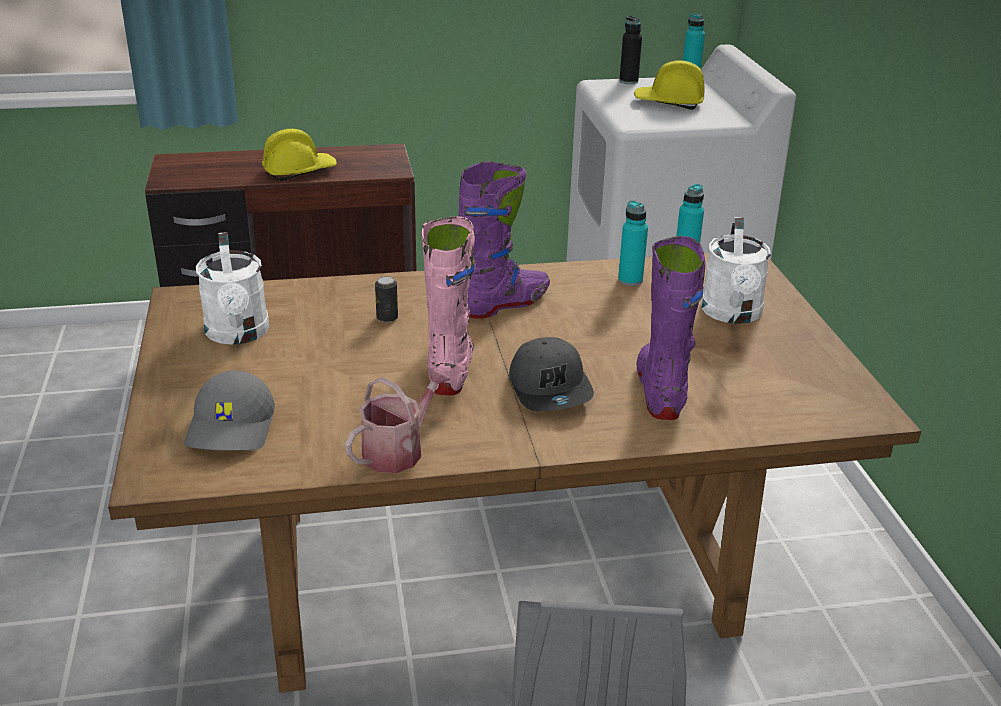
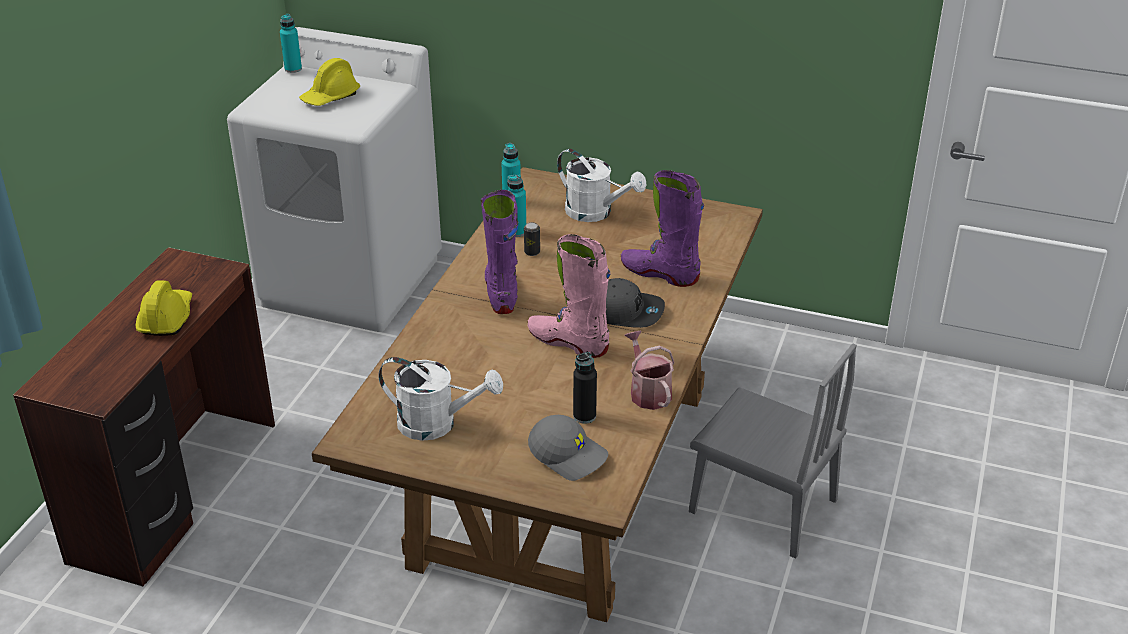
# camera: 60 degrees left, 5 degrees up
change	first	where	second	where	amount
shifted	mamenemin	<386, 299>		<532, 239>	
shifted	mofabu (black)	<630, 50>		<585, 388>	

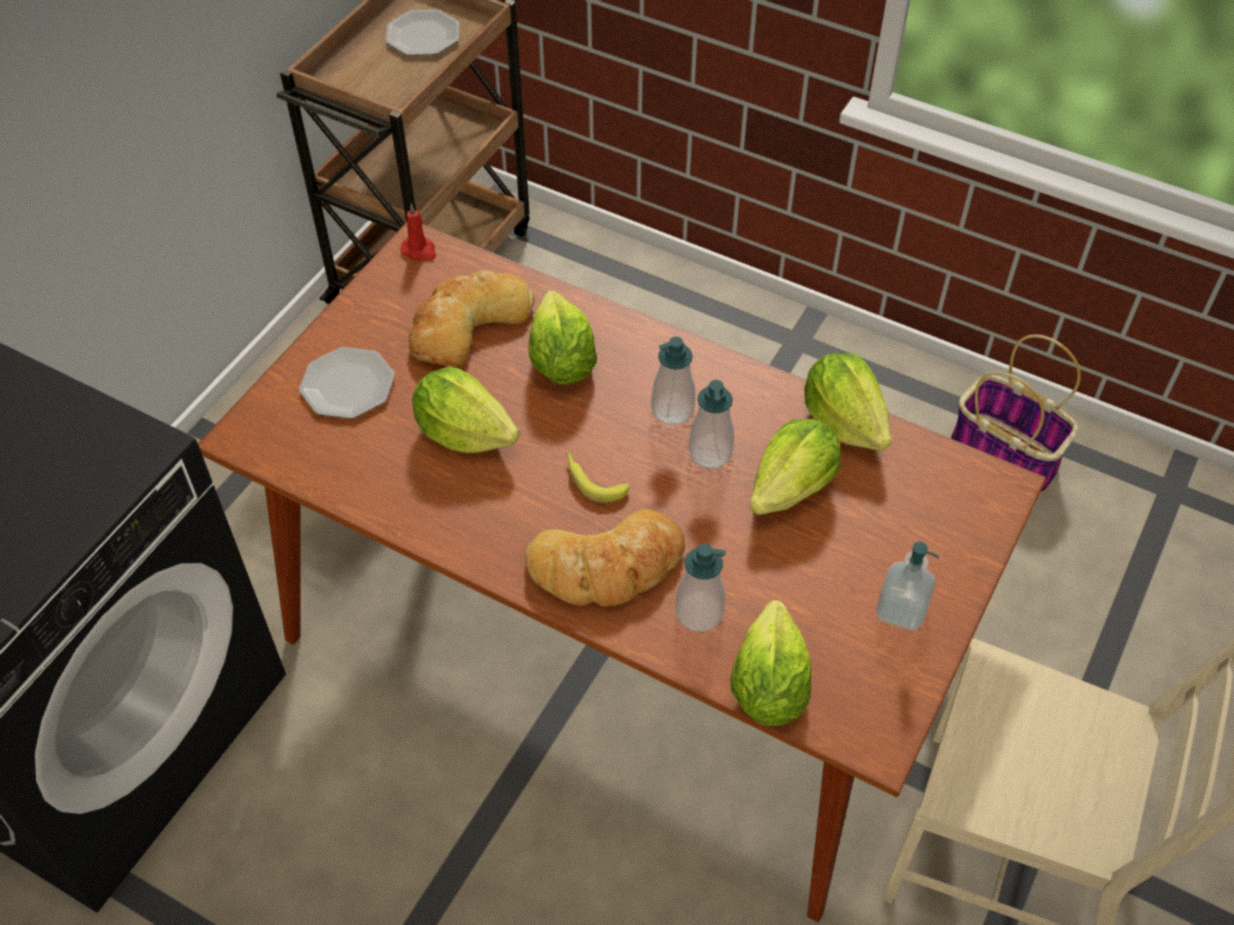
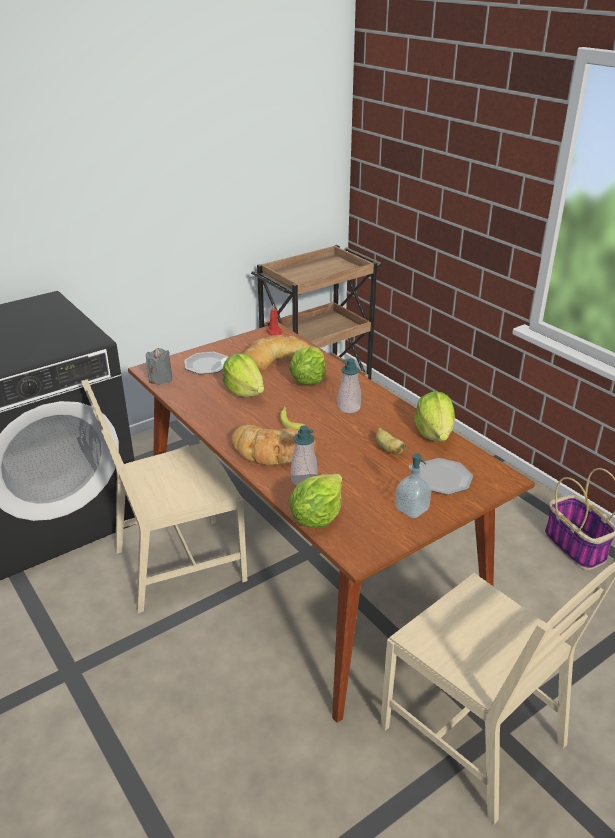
# camera: 25 degrees right, 20 degrees down
change	first	where	second	where	amount
gone	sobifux	<711, 424>			
new			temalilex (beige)	<164, 496>	
new			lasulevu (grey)	<159, 366>	
shifted	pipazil	<423, 33>		<446, 476>	
swapped	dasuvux	<795, 467>	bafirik	<391, 441>	

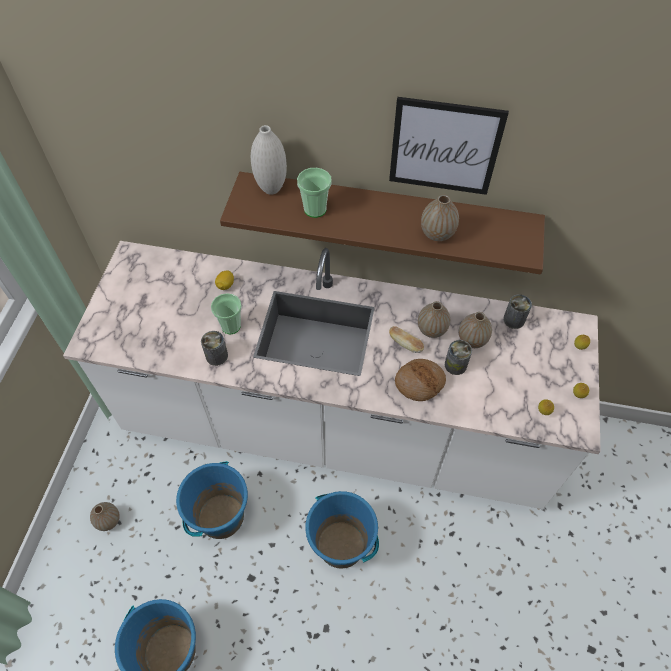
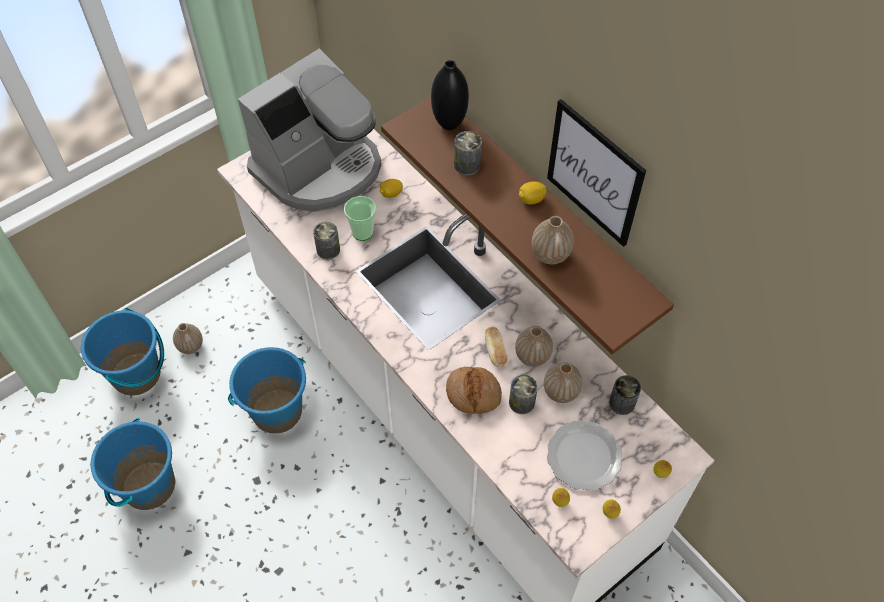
# camera: 40 degrees right, 0 degrees up
change	first	where	second	where	amount
new			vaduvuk	<310, 130>	
new			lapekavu	<533, 192>	
new			pipazil	<584, 456>	
shifted	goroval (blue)	<342, 530>		<122, 352>	
swapped	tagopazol	<314, 193>	mamenemin	<468, 153>	
repainted	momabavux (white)	<269, 160>	momabavux (black)	<450, 95>	

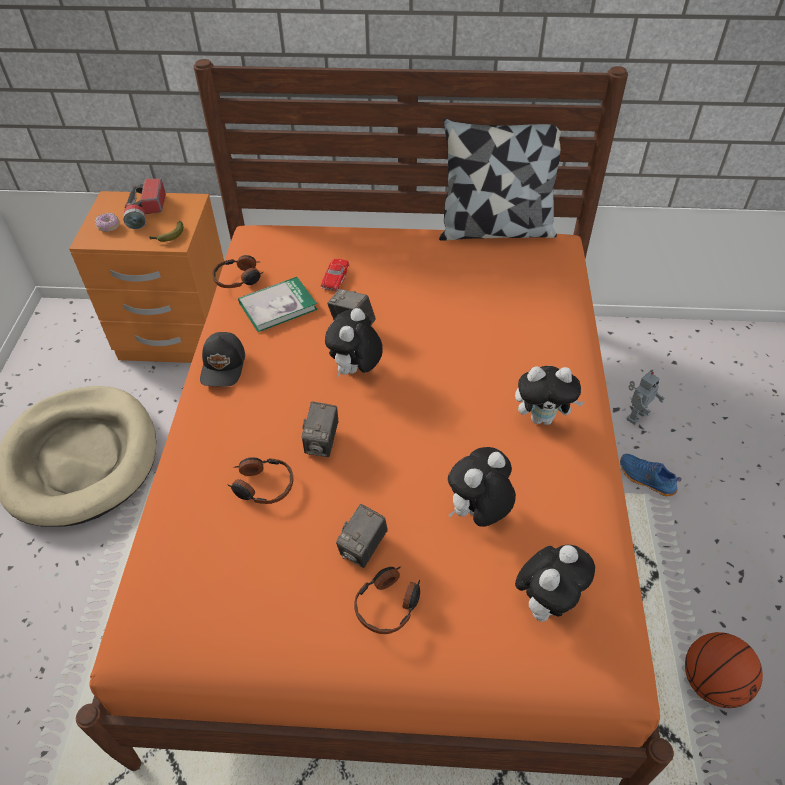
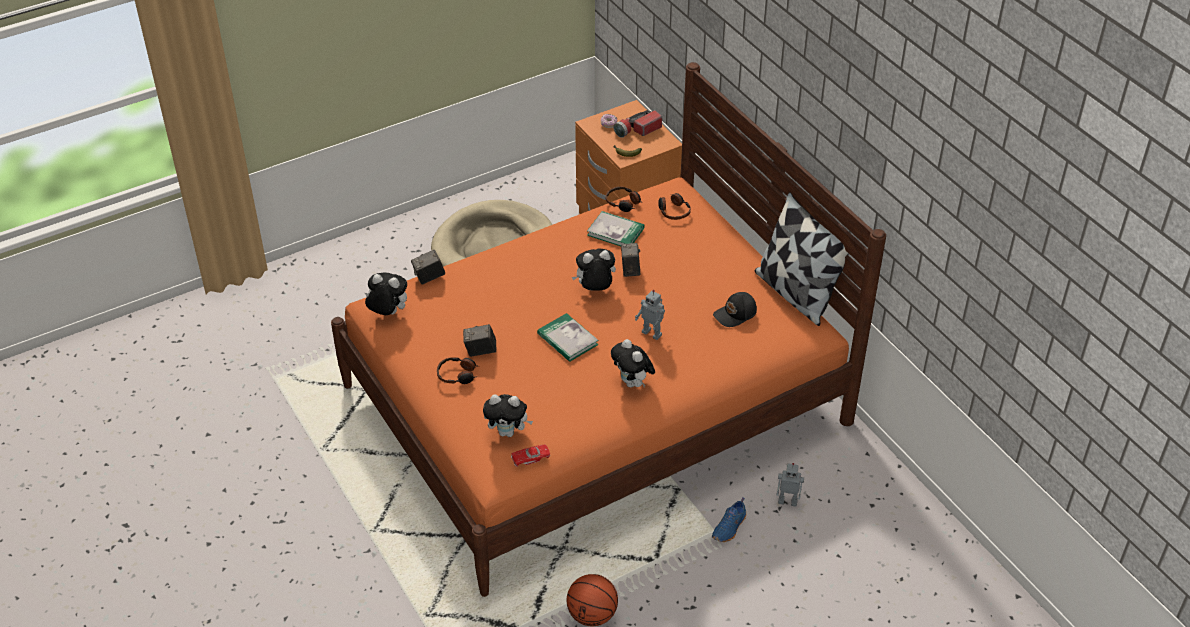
# camera: 55 degrees right, 5 degrees down
change	first	where	second	where	amount
new			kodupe	<568, 337>	
new			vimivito	<650, 315>	
shifted	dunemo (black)	<222, 359>		<735, 309>	
shifted	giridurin	<260, 480>		<674, 206>	
shifted	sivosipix	<320, 429>		<428, 267>	
shifted	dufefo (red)	<335, 275>		<530, 455>	
shifted	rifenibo	<482, 487>		<386, 294>	
rotated	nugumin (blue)	<651, 475>		<729, 519>	150 degrees counterclockwise

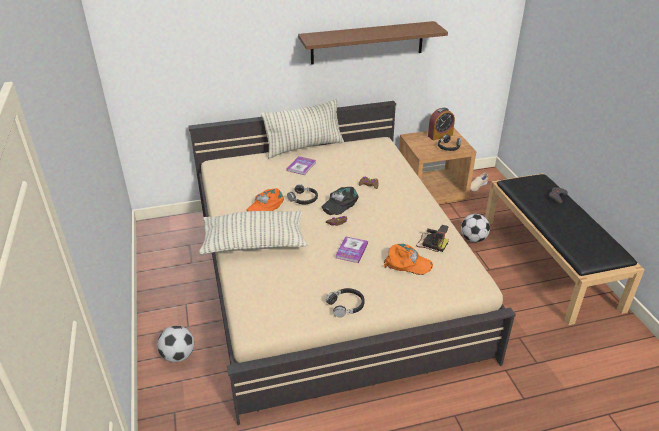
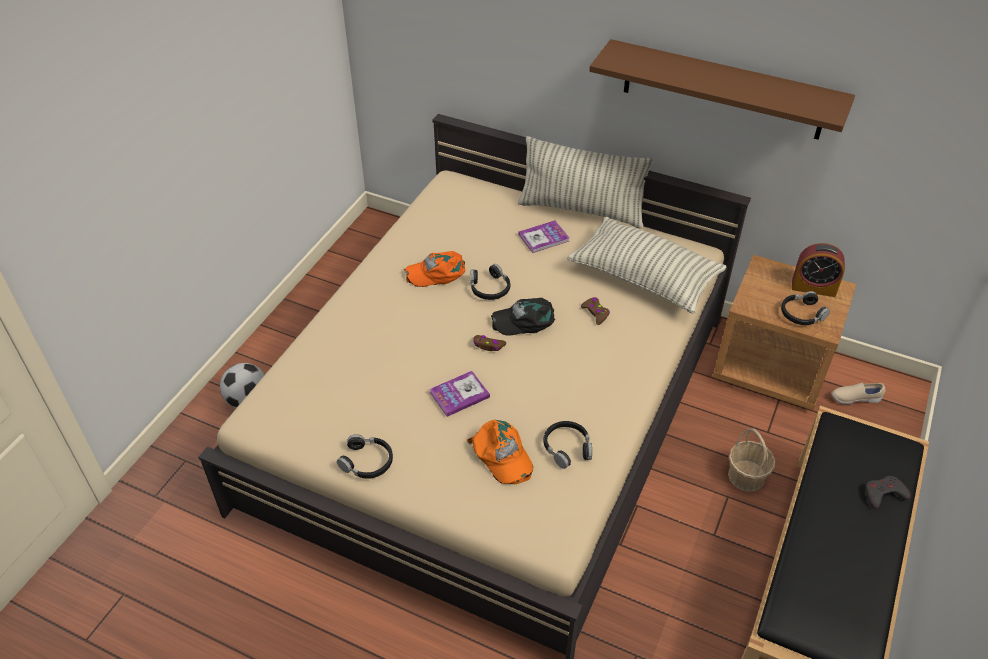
# camera: 40 degrees right, 10 degrees up
change	first	where	second	where	amount
shifted	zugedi	<253, 232>		<647, 265>	
swapped	sivosipix	<432, 238>	giridurin (black)	<567, 445>	
swapped	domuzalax	<475, 228>	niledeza	<752, 460>	

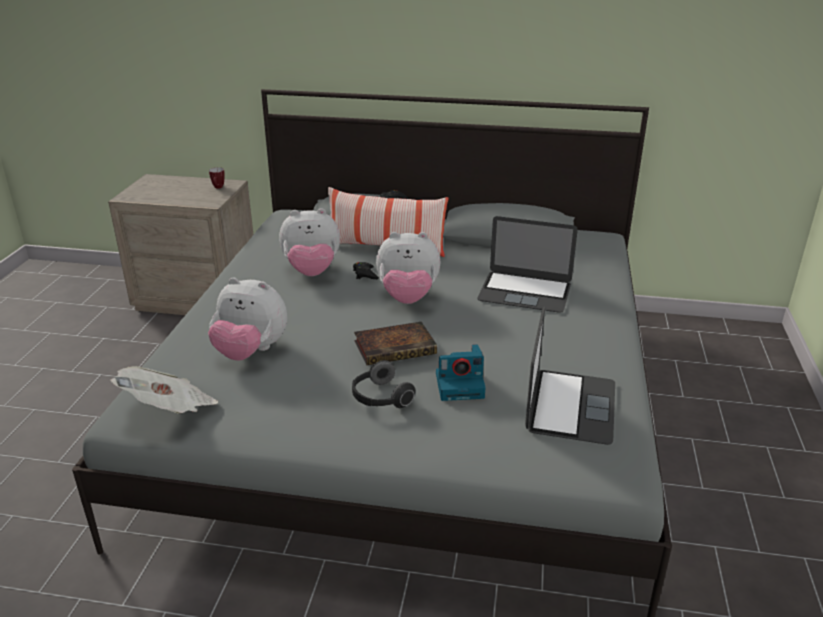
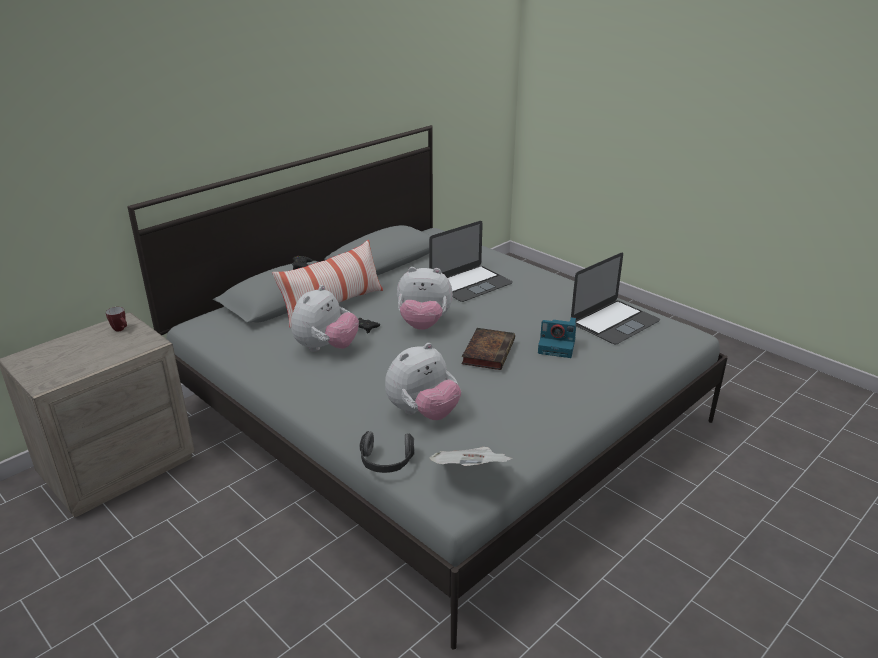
# camera: 55 degrees left, 0 degrees up
change	first	where	second	where	amount
shifted	giridurin	<383, 384>		<387, 452>	
rotated	rifenibo	<408, 268>		<425, 298>	60 degrees clockwise
rotated	sivosipix	<461, 372>		<557, 337>	75 degrees clockwise
rotated	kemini	<570, 376>		<615, 298>	90 degrees clockwise

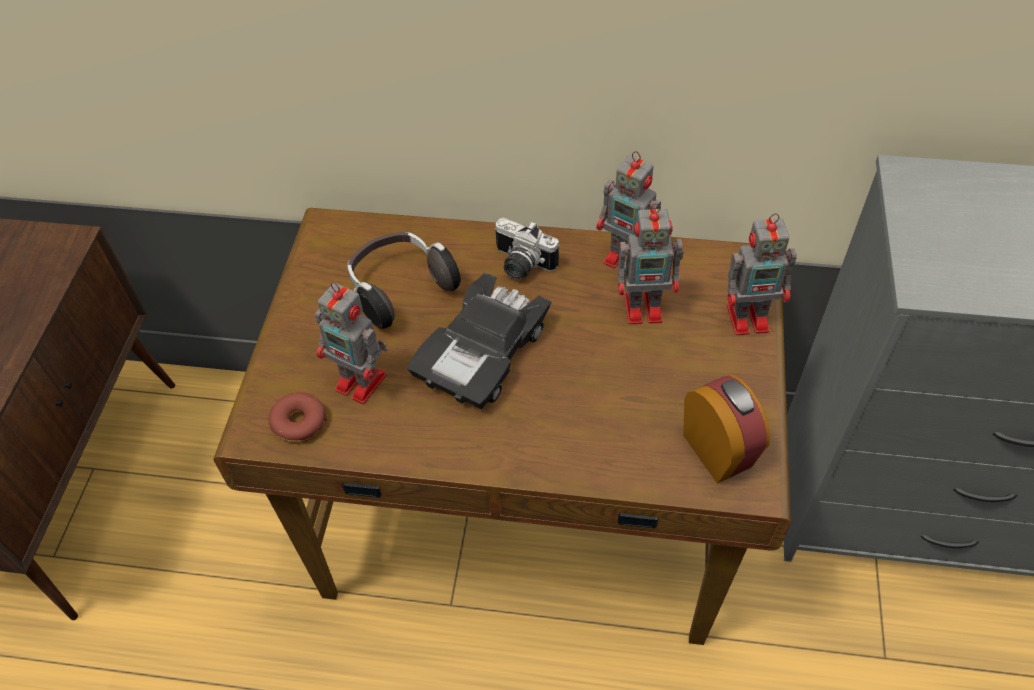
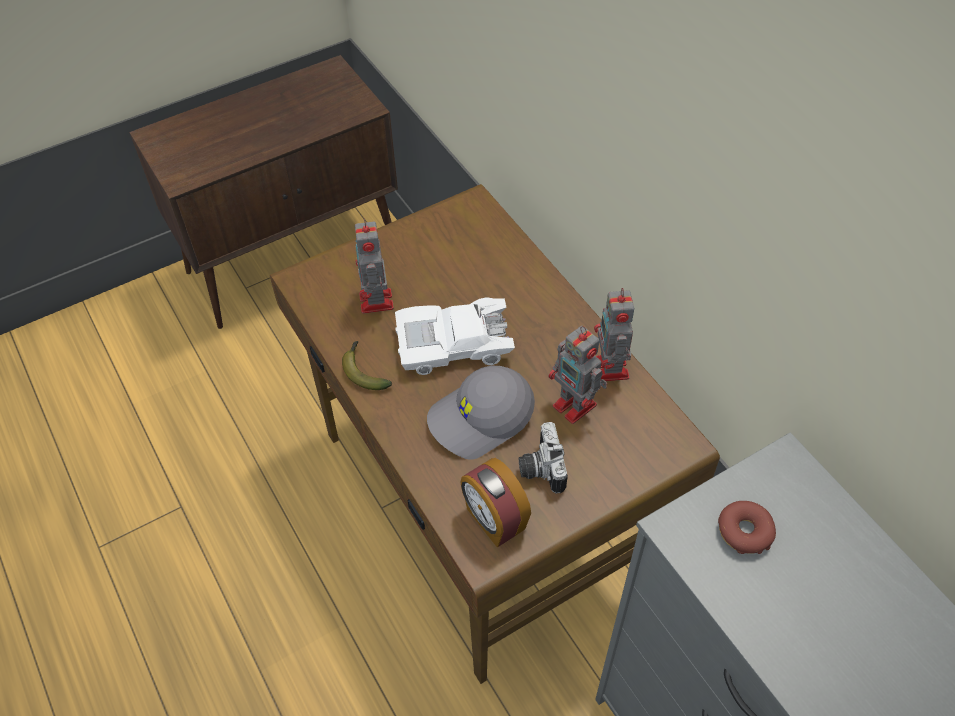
# camera: 50 degrees right, 0 degrees up
change	first	where	second	where	amount
gone	giridurin	<404, 280>			
gone	vimivito	<762, 274>			
new			bafirik	<367, 365>	
new			dunemo (grey)	<481, 413>	
shifted	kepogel	<297, 417>		<747, 527>	
shifted	sivosipix	<526, 248>		<543, 458>	
repainted	dufefo (black)	<479, 340>	dufefo (white)	<455, 336>	
rotated	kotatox	<726, 429>		<495, 503>	120 degrees clockwise

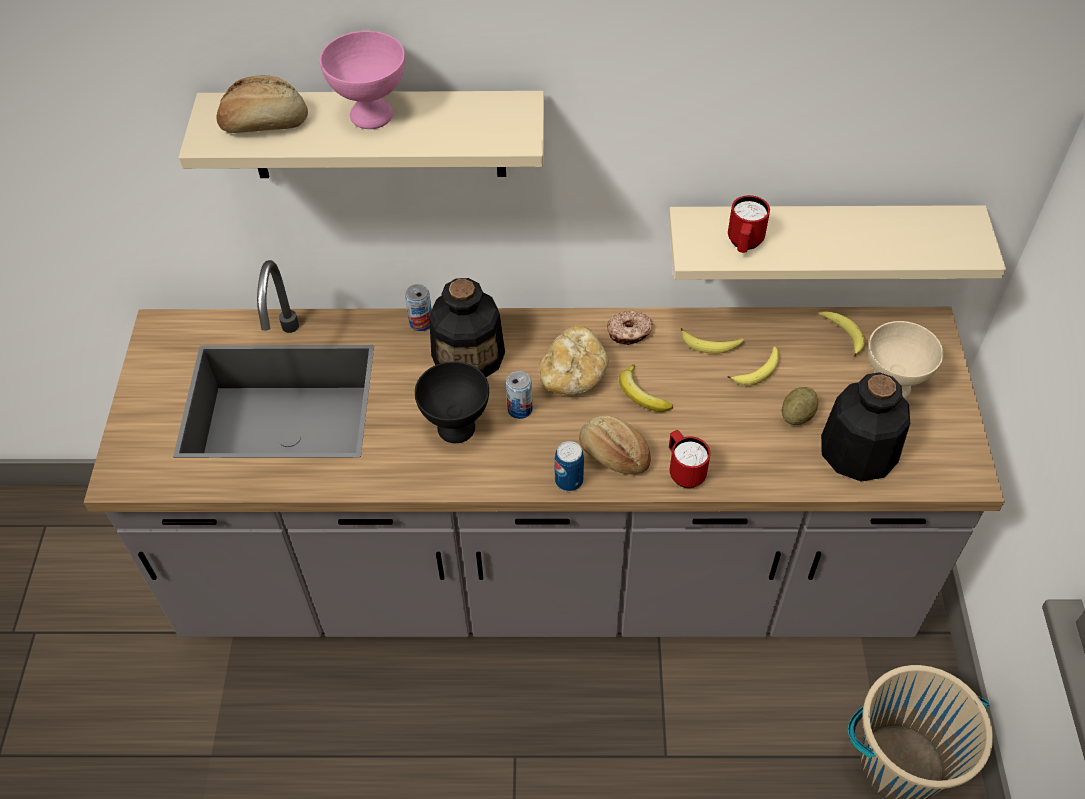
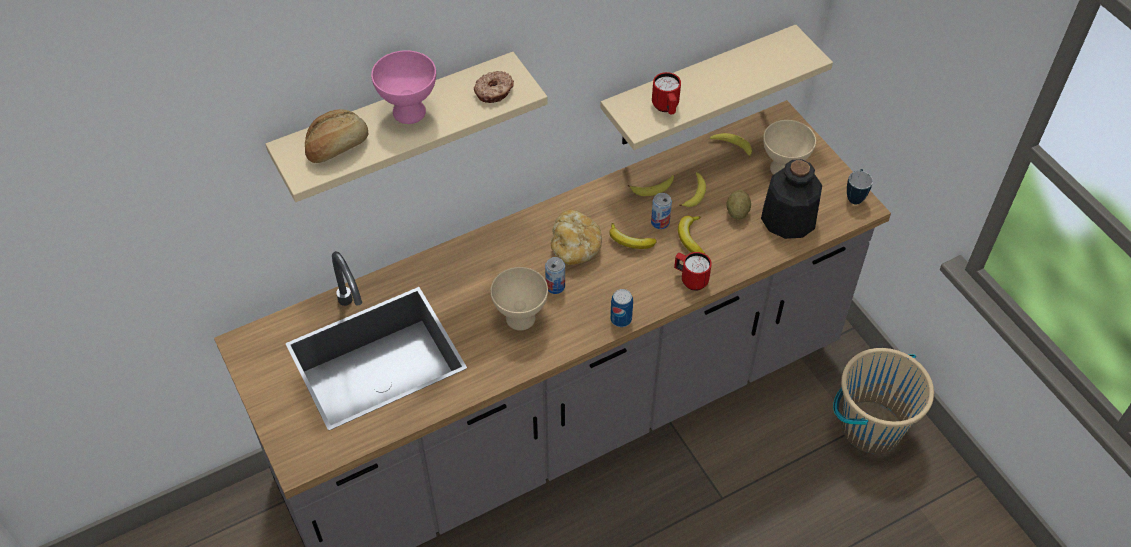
# camera: 30 degrees left, 0 degrees up
change	first	where	second	where	amount
gone	mofabu	<467, 327>			
gone	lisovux	<615, 444>			
new			bafirik	<691, 235>	
new			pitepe	<860, 187>	
shifted	mamenemin	<418, 307>		<661, 211>	
shifted	kepogel	<630, 328>		<494, 87>	
repainted	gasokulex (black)	<452, 402>	gasokulex (beige)	<519, 299>	

